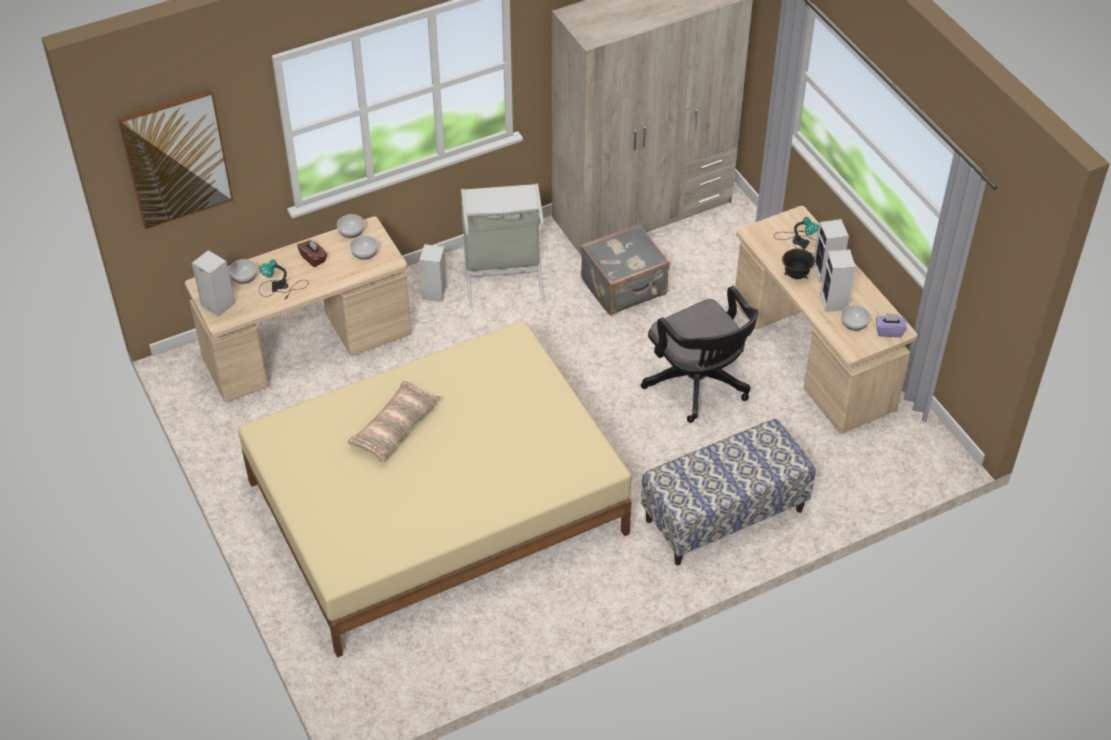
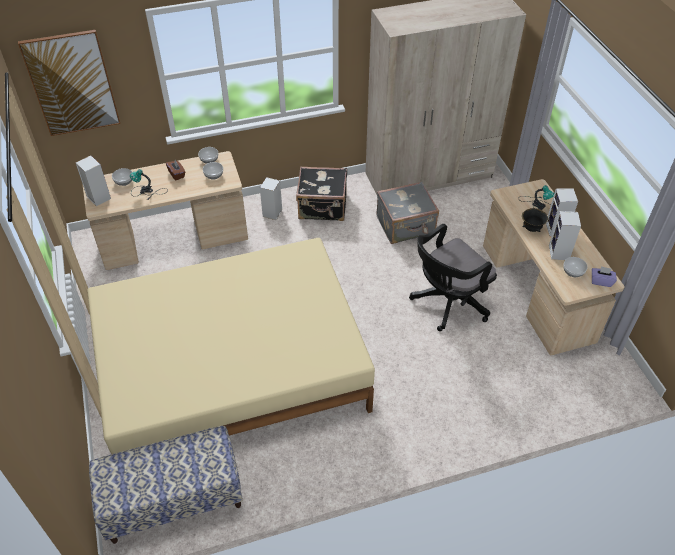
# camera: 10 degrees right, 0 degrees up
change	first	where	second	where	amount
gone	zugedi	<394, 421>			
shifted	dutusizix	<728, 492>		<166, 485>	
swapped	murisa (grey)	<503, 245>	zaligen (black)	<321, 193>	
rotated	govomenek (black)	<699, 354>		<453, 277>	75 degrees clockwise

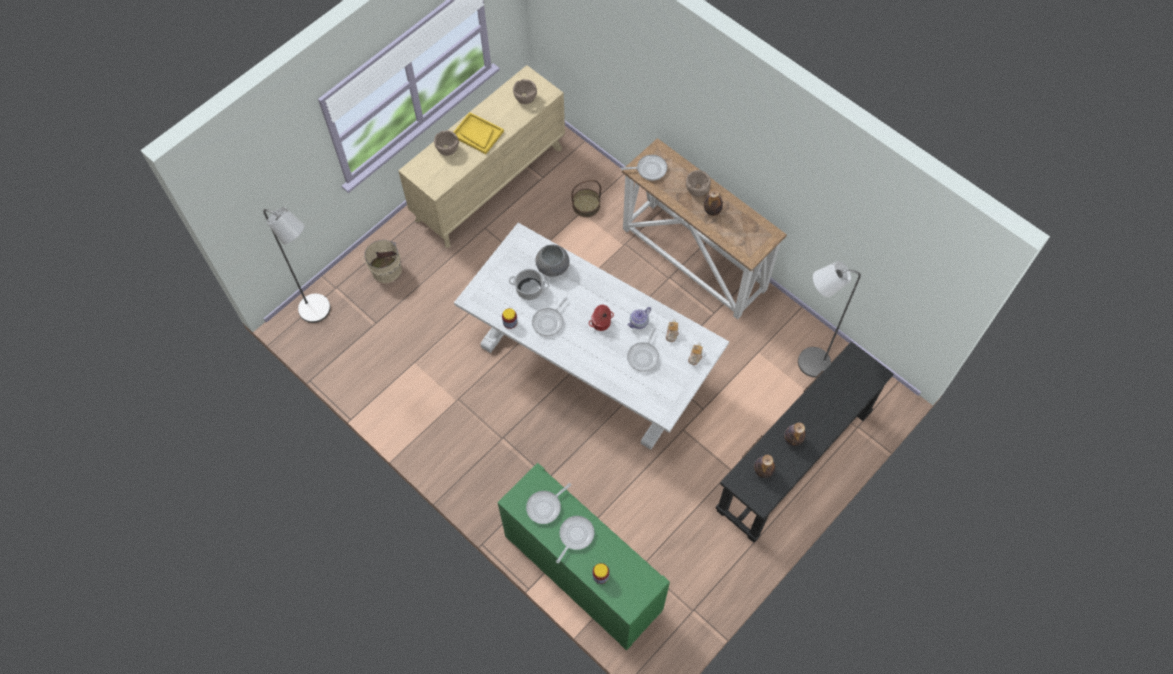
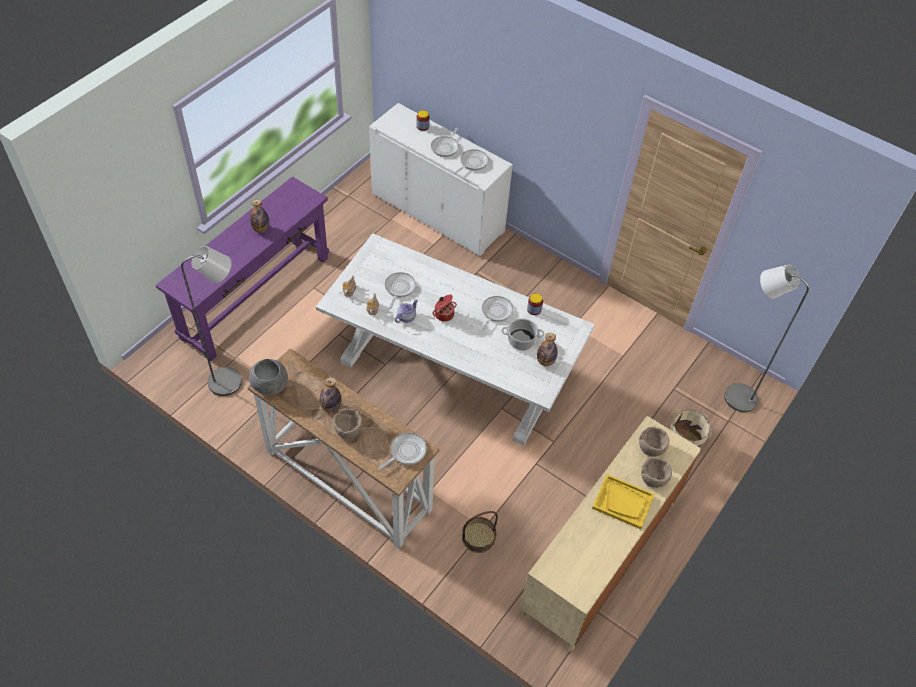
# camera: 170 degrees right, 10 degrees down
change	first	where	second	where	amount
shifted	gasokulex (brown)	<525, 91>		<654, 441>	
shifted	gasokulex (grey)	<552, 261>		<268, 377>	
shifted	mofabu	<764, 466>		<547, 349>	
repainted	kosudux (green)	<583, 557>	kosudux (white)	<441, 179>	
repainted	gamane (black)	<805, 442>	gamane (purple)	<242, 268>	
rotated	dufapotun	<644, 168>		<402, 451>	150 degrees clockwise

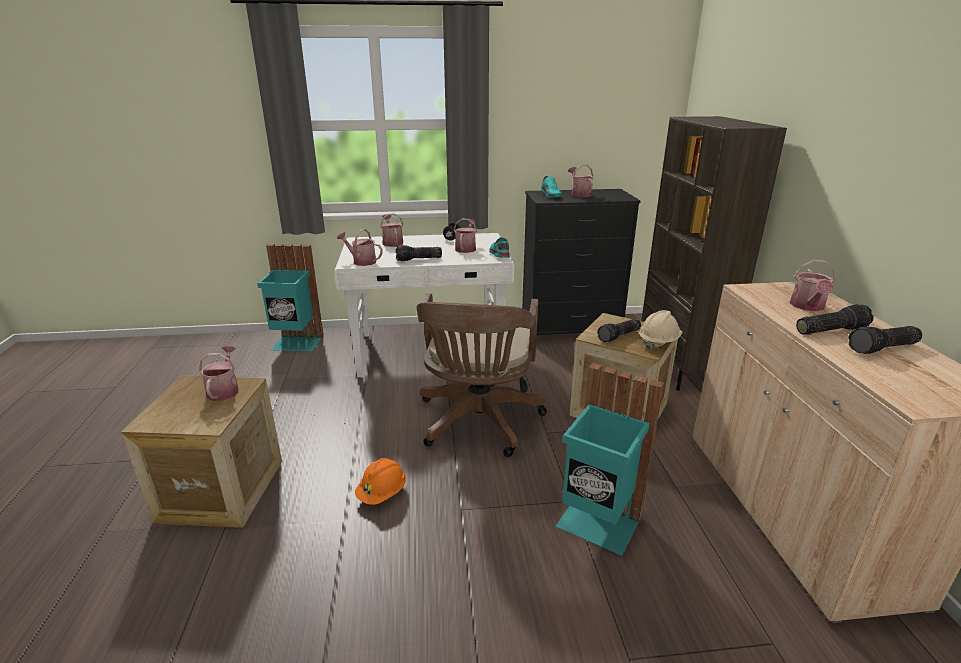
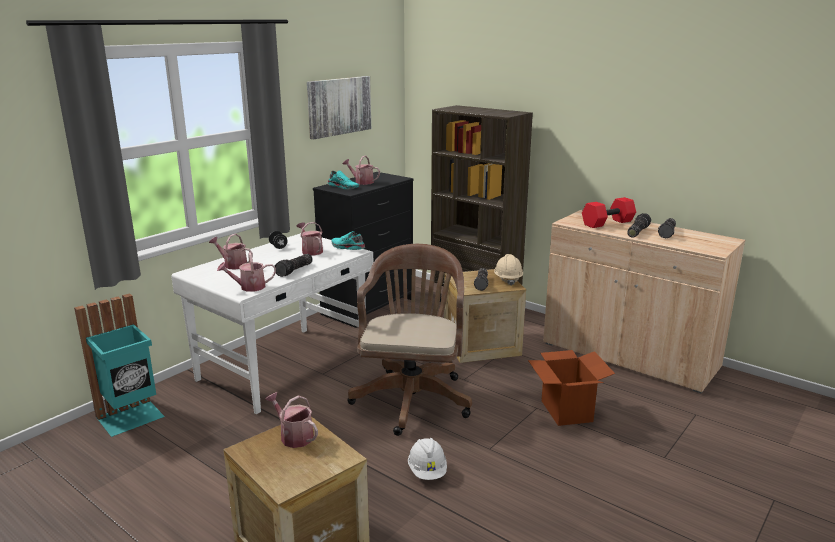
# camera: 45 degrees left, 5 degrees down
change	first	where	second	where	amount
new			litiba	<339, 107>	
swapped	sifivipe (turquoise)	<610, 459>	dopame	<571, 388>	
swapped	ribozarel	<812, 285>	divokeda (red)	<609, 212>	
repainted	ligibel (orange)	<380, 481>	ligibel (white)	<427, 459>	
rotated	govomenek (brown)	<482, 375>		<409, 340>	135 degrees counterclockwise

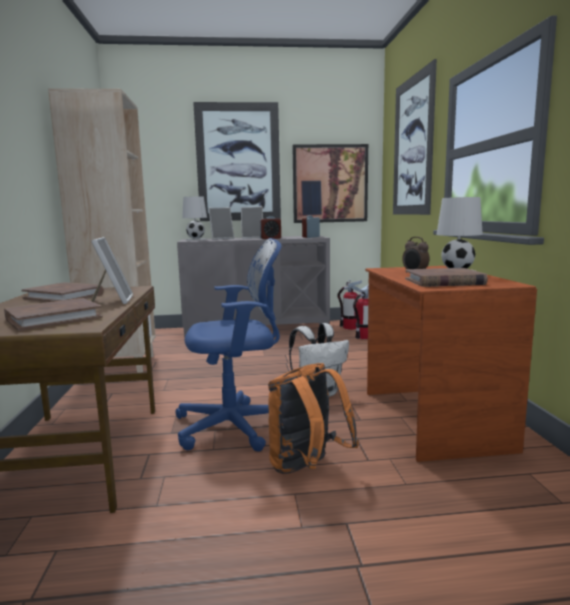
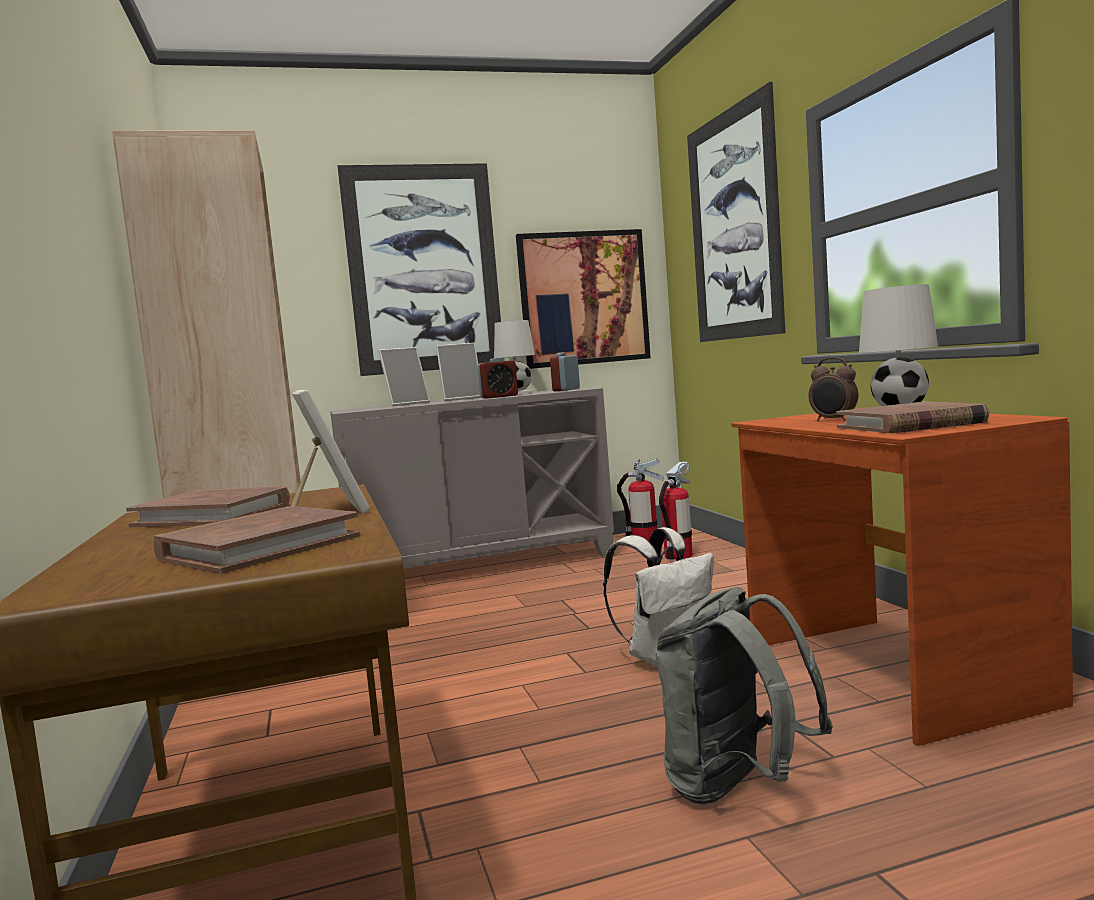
# camera: 10 degrees left, 5 degrees down
change	first	where	second	where	amount
gone	govomenek (blue)	<228, 345>			
shifted	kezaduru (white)	<194, 218>		<514, 357>	
repainted	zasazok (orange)	<313, 418>	zasazok (grey)	<744, 695>	

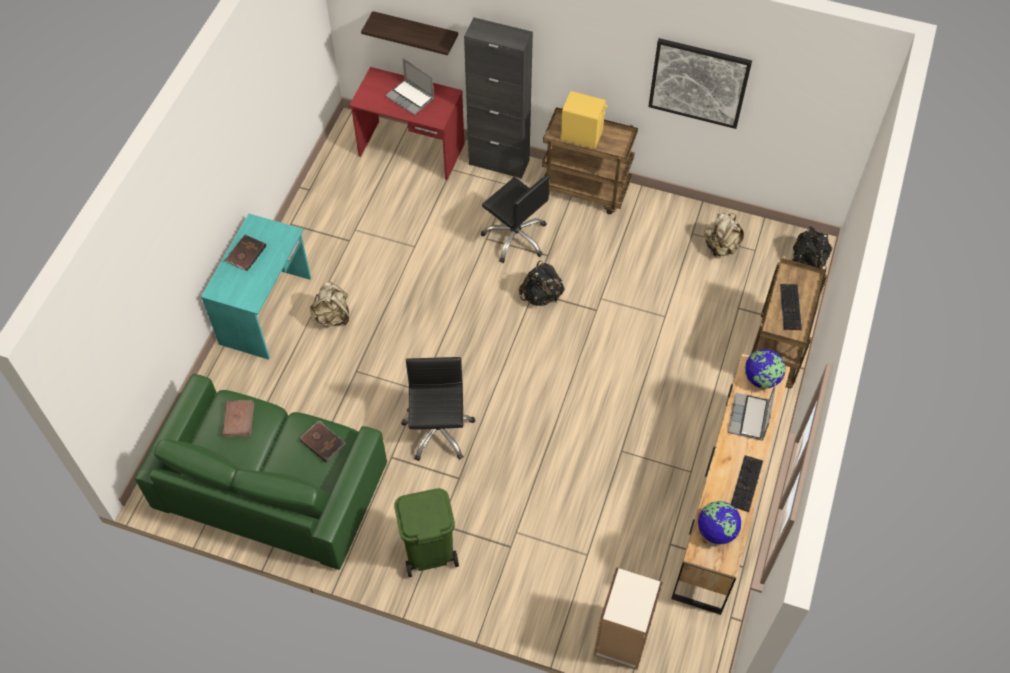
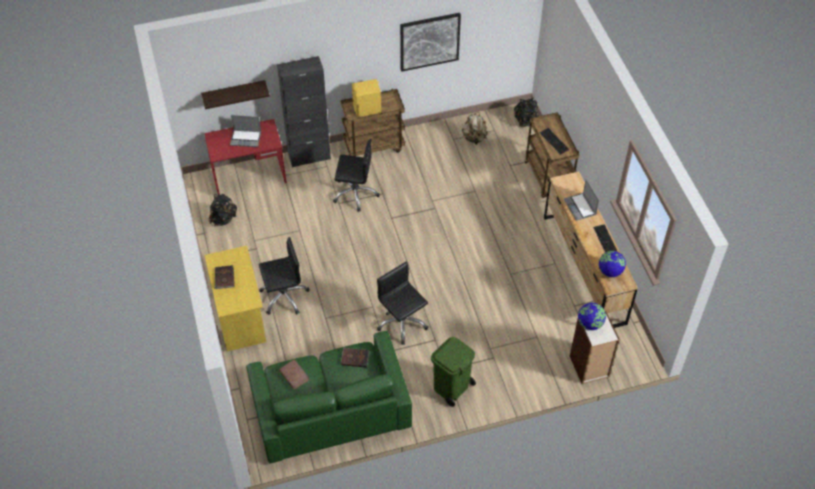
# camera: 35 degrees left, 5 degrees down
change	first	where	second	where	amount
shifted	zasazok (black)	<541, 283>		<223, 210>	
shifted	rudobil	<765, 369>		<592, 316>	
swapped	zasazok (beige)	<329, 304>	govomenek (black)	<284, 275>	
repainted	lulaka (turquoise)	<256, 287>	lulaka (yellow)	<235, 299>	

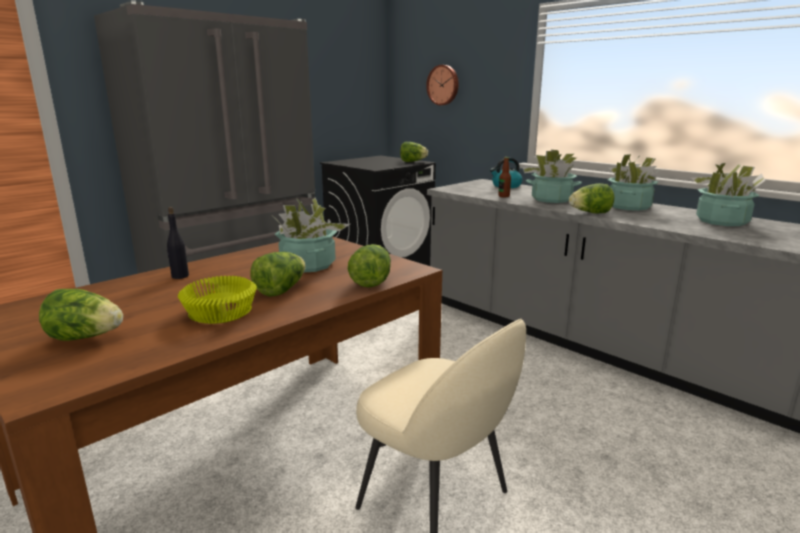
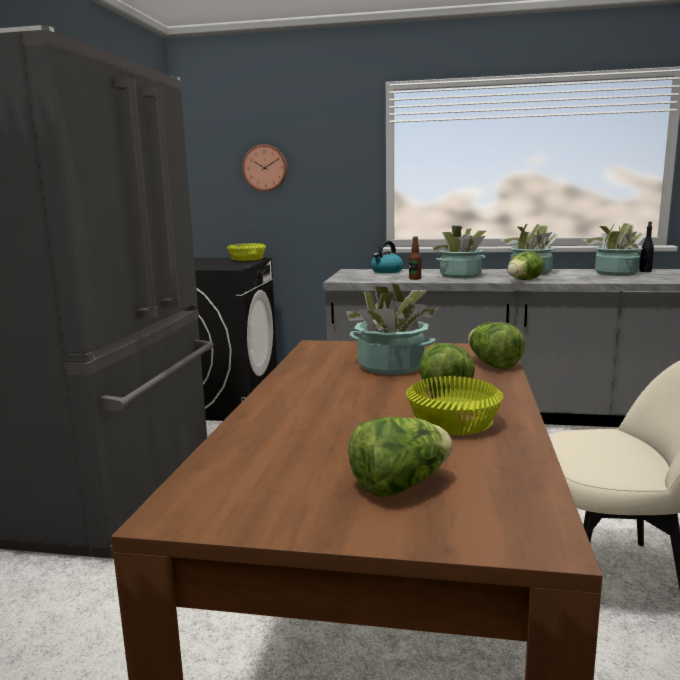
# camera: 35 degrees left, 5 degrees down
change	first	where	second	where	amount
shifted	mofabu (black)	<178, 243>		<646, 247>	
swapped	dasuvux	<414, 152>	gasokulex (yellow)	<246, 252>	

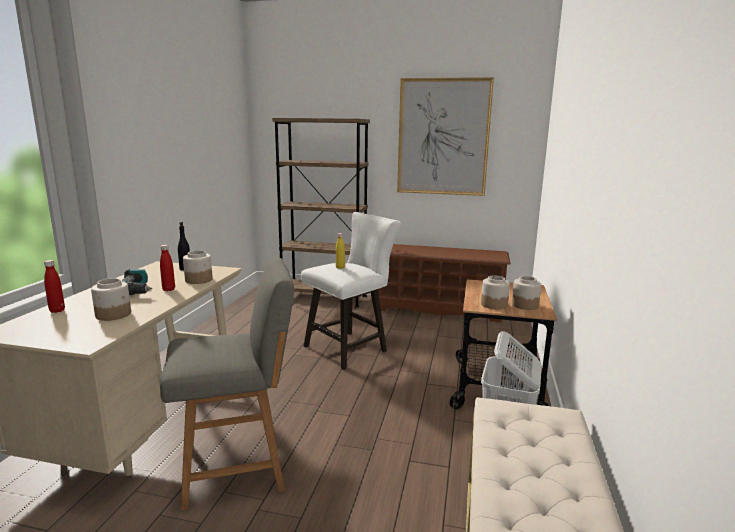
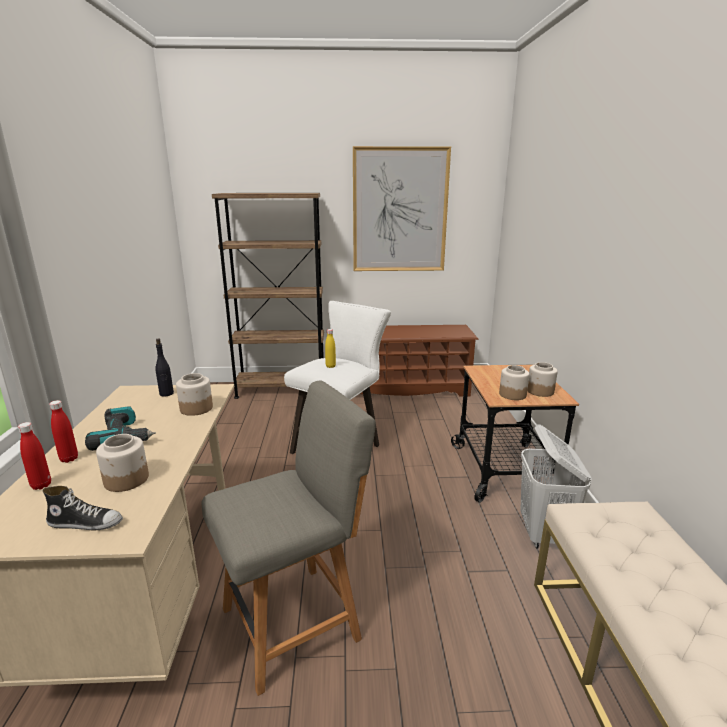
# camera: 15 degrees left, 5 degrees up
change	first	where	second	where	amount
new			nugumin	<83, 508>	
shifted	mofabu (red)	<167, 268>		<63, 431>	

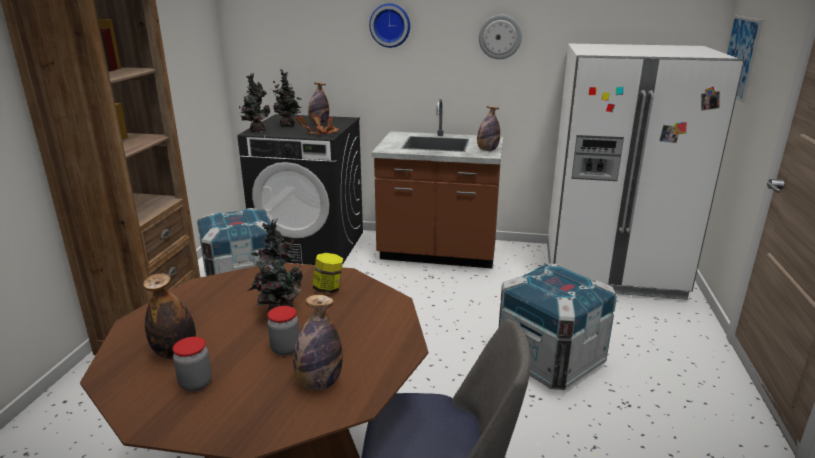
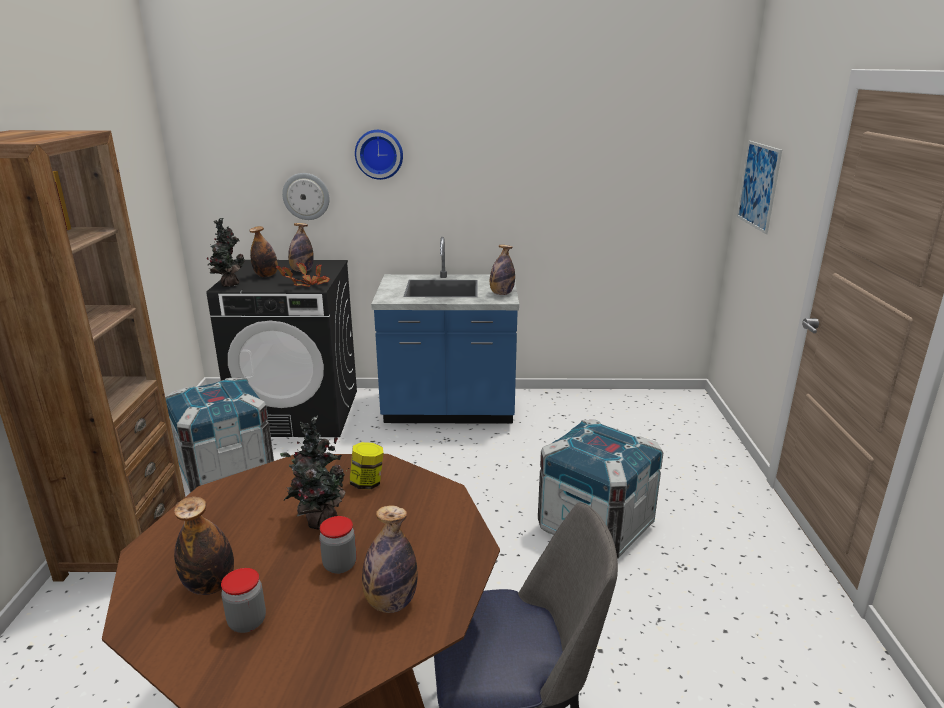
# camera: 10 degrees left, 0 degrees up
change	first	where	second	where	amount
gone	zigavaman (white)	<645, 172>			
shifted	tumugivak	<500, 37>		<306, 196>	
swapped	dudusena	<287, 98>	mofabu	<263, 251>	
repainted	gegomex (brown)	<438, 183>	gegomex (blue)	<445, 330>	

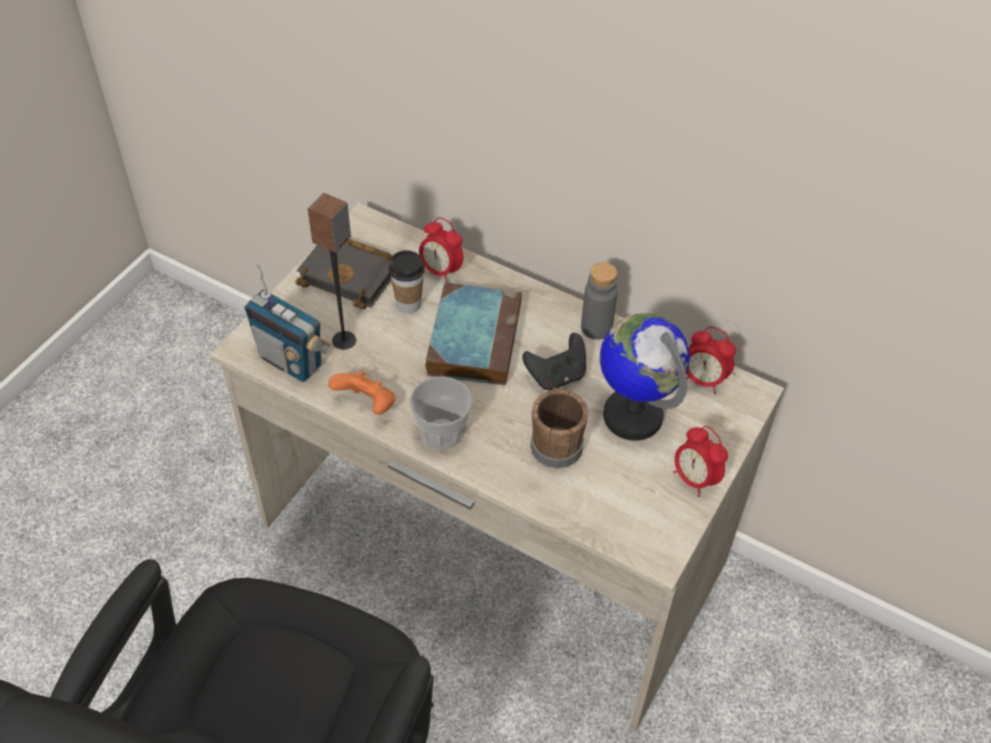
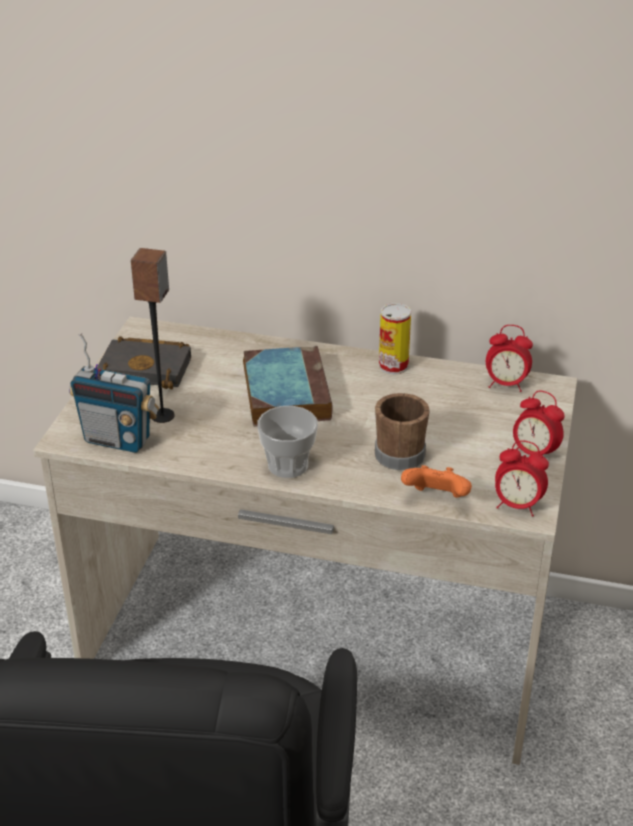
# camera: 15 degrees left, 15 degrees down
change	first	where	second	where	amount
gone	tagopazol	<407, 282>			
gone	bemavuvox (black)	<554, 361>			
gone	rudobil	<645, 377>			
shifted	bemavuvox (orange)	<361, 393>		<436, 481>	
shifted	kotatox	<441, 250>		<522, 478>	
swapped	mofabu (grey)	<599, 301>	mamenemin	<395, 338>	

